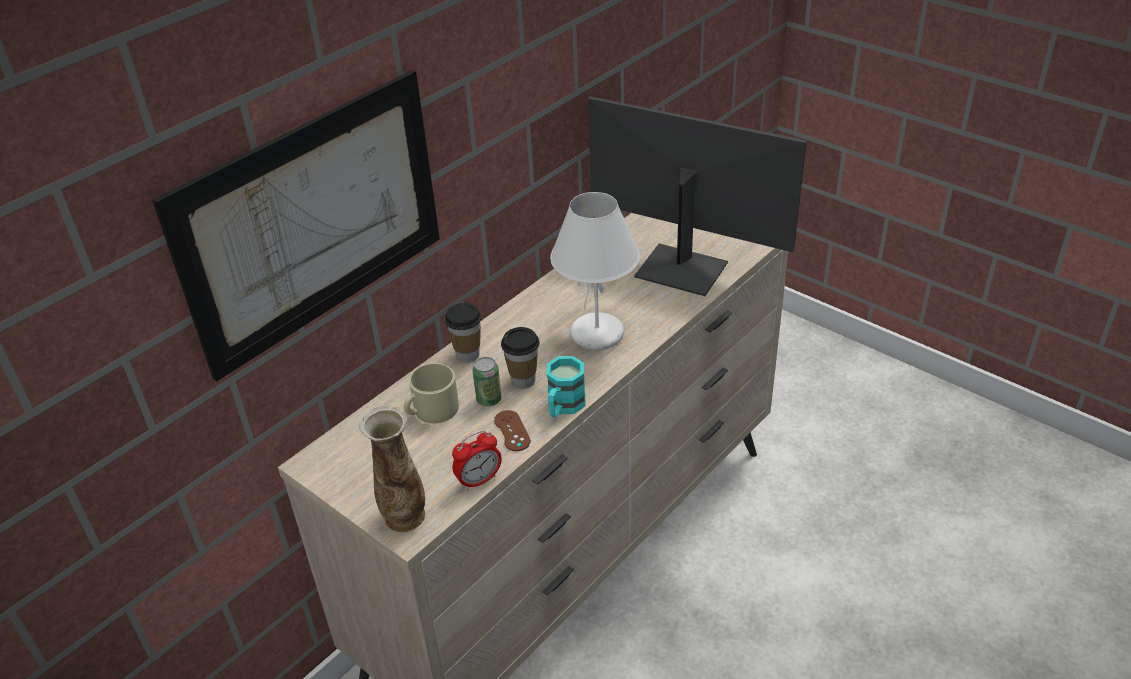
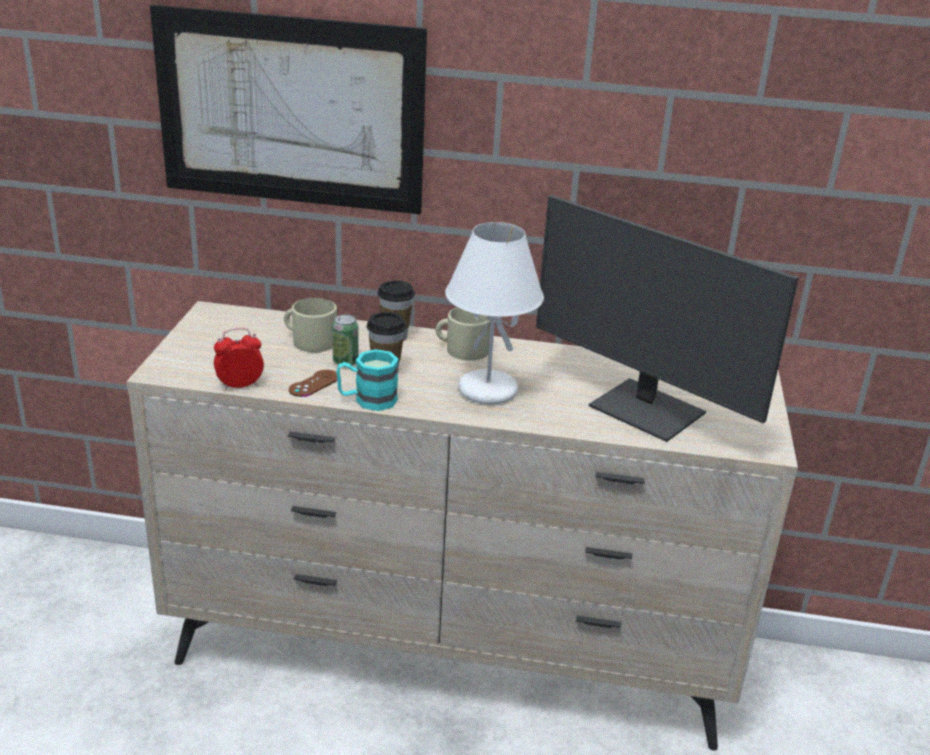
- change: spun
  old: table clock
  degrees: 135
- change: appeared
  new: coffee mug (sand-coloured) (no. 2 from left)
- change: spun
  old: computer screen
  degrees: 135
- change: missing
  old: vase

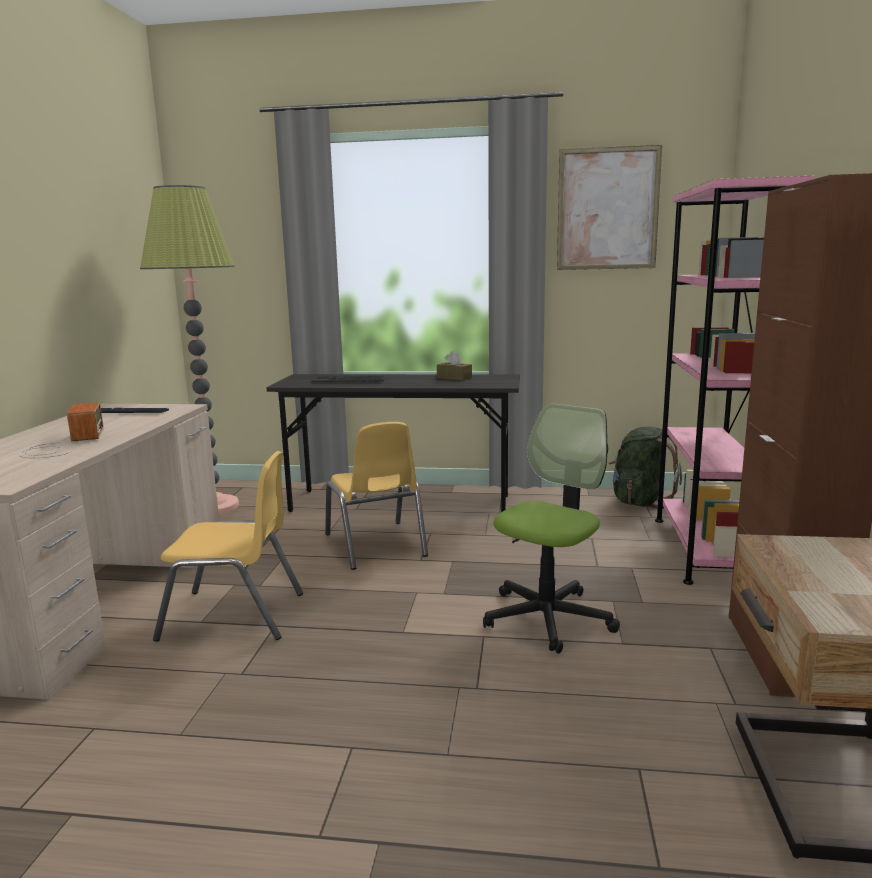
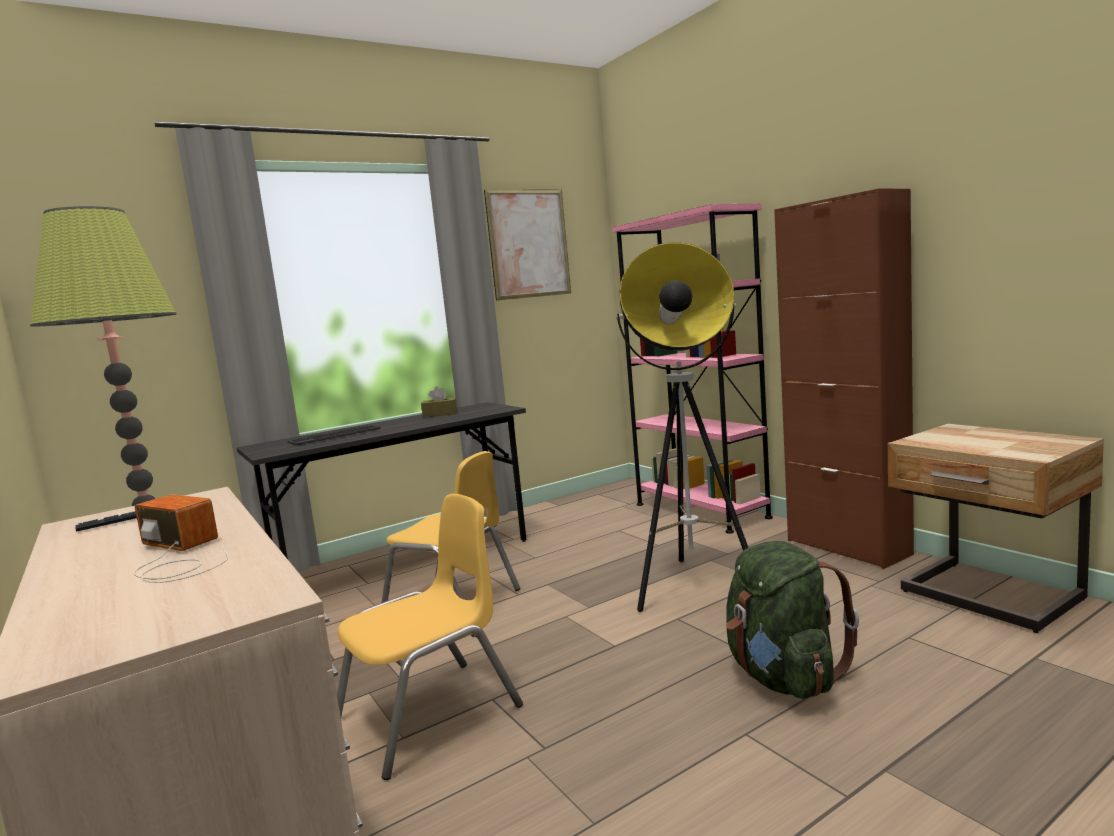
- change: exchanged
  old: office chair
  new: floor lamp (no. 2 from left)
- change: relocated
  old: backpack (greenish)

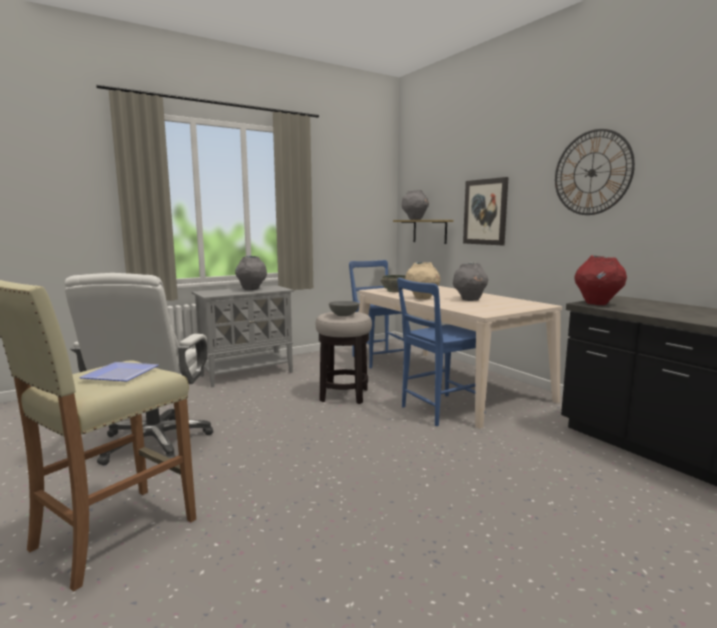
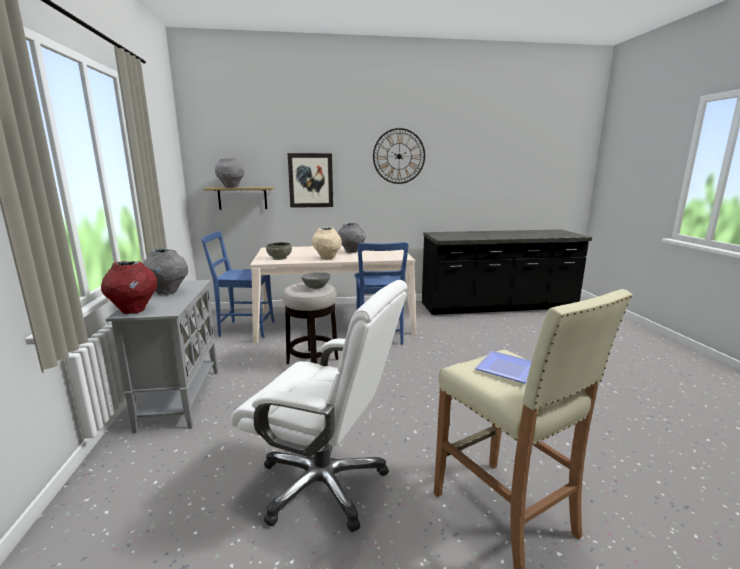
- change: relocated
  old: vase (reddish)

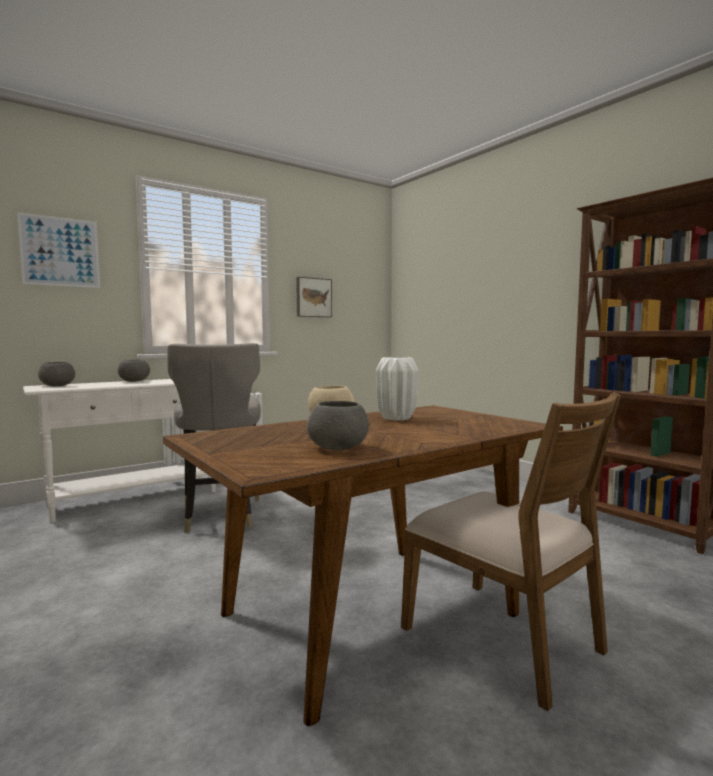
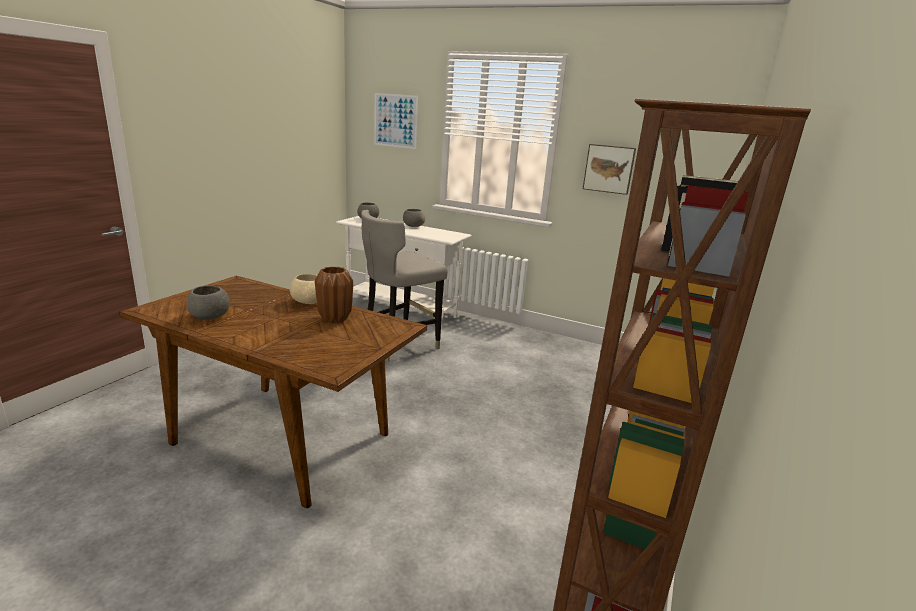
- change: colour
  old: vase (whitish)
  new: vase (brown)
- change: missing
  old: upright chair (brown)

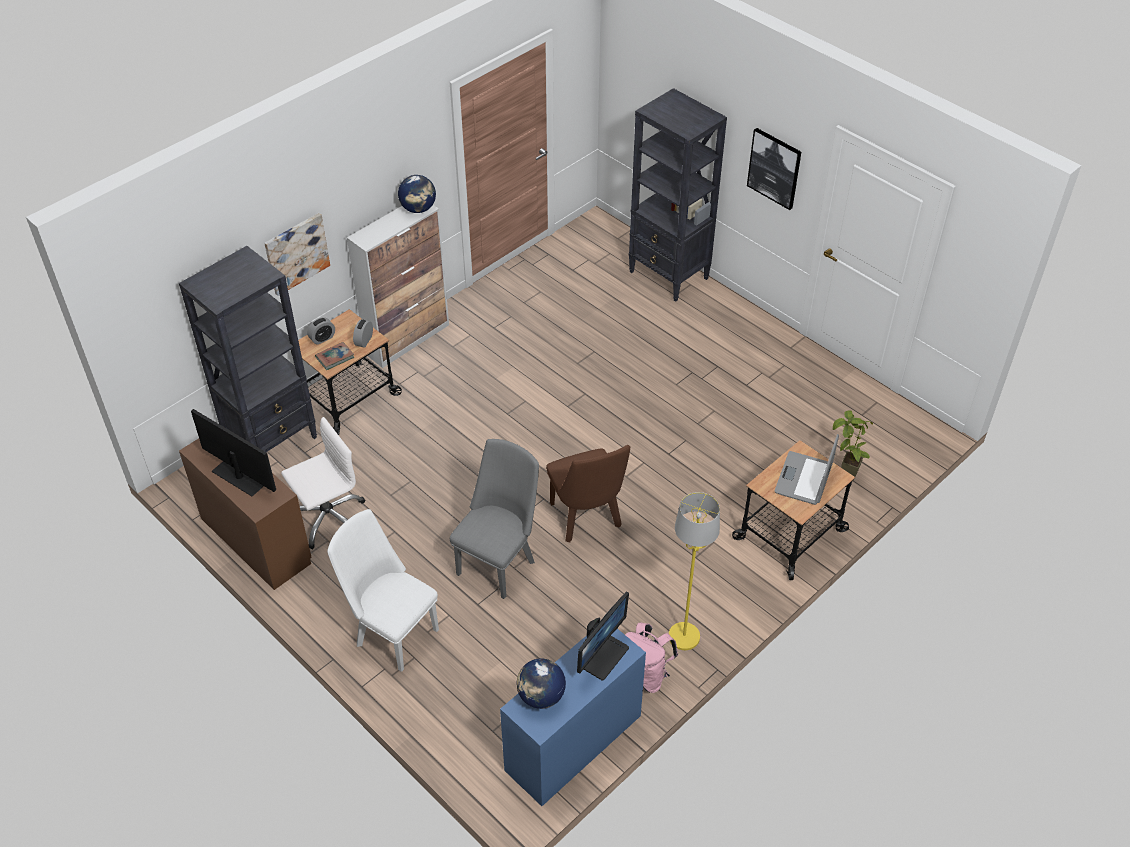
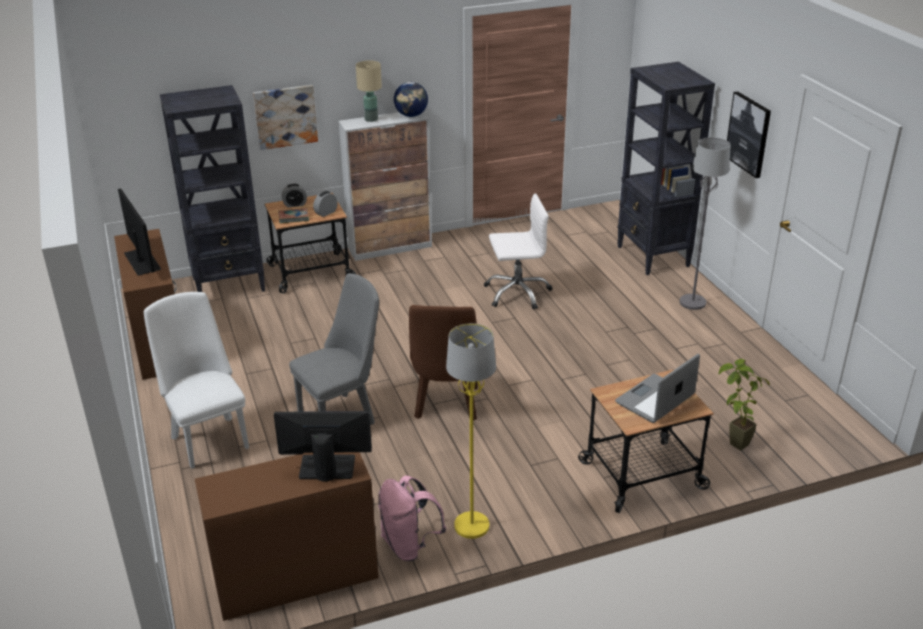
- change: colour
  old: desk table (blue-coloured)
  new: desk table (brown) (no. 2 from left)
- change: spun
  old: computer screen (no. 2 from left)
  degrees: -150
- change: appeared
  new: lamp for a table (sand-coloured)
- change: relocated
  old: office chair (whitish)
- change: appeared
  new: floor lamp (grey)
- change: missing
  old: globe (no. 2 from left)

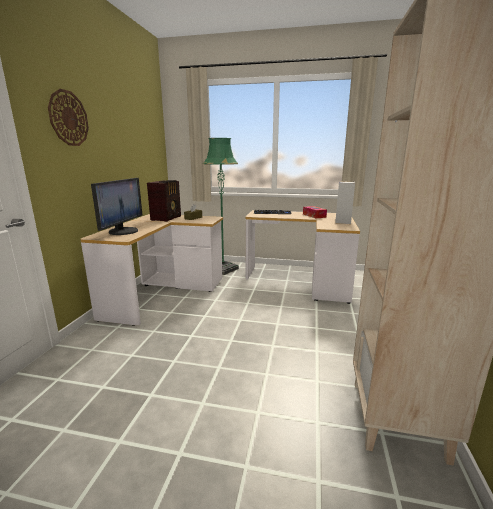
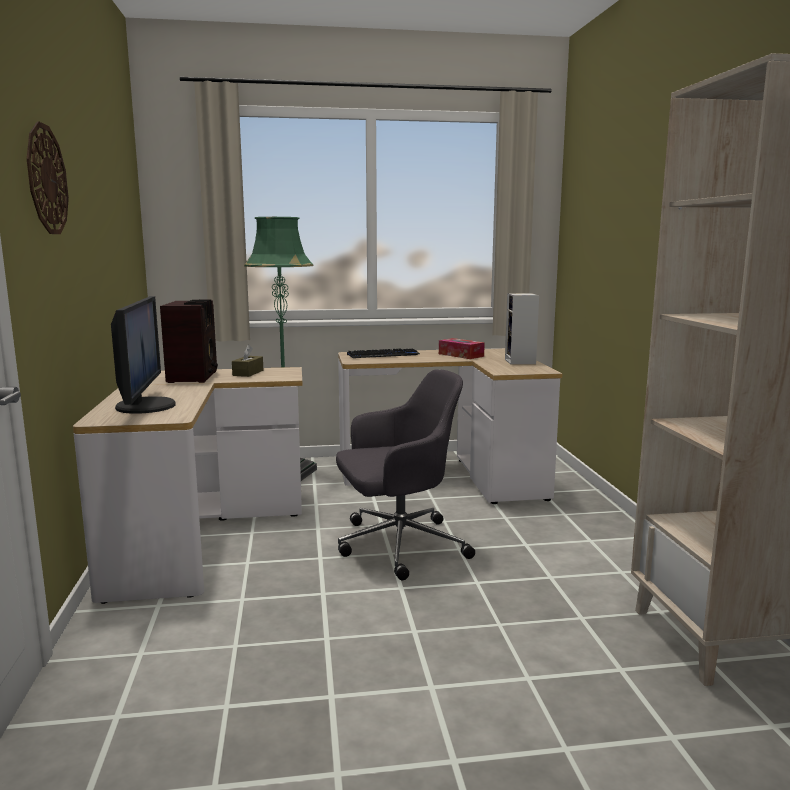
- change: appeared
  new: office chair (grey)

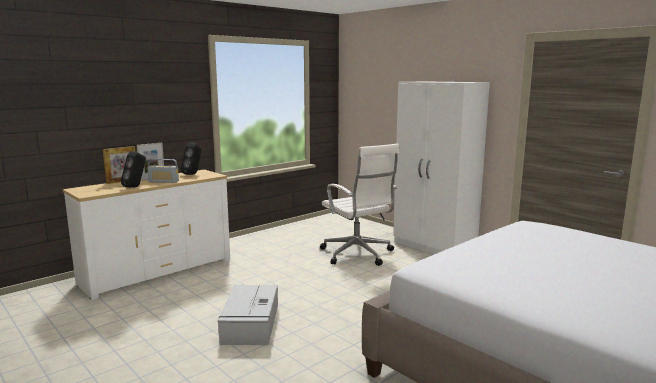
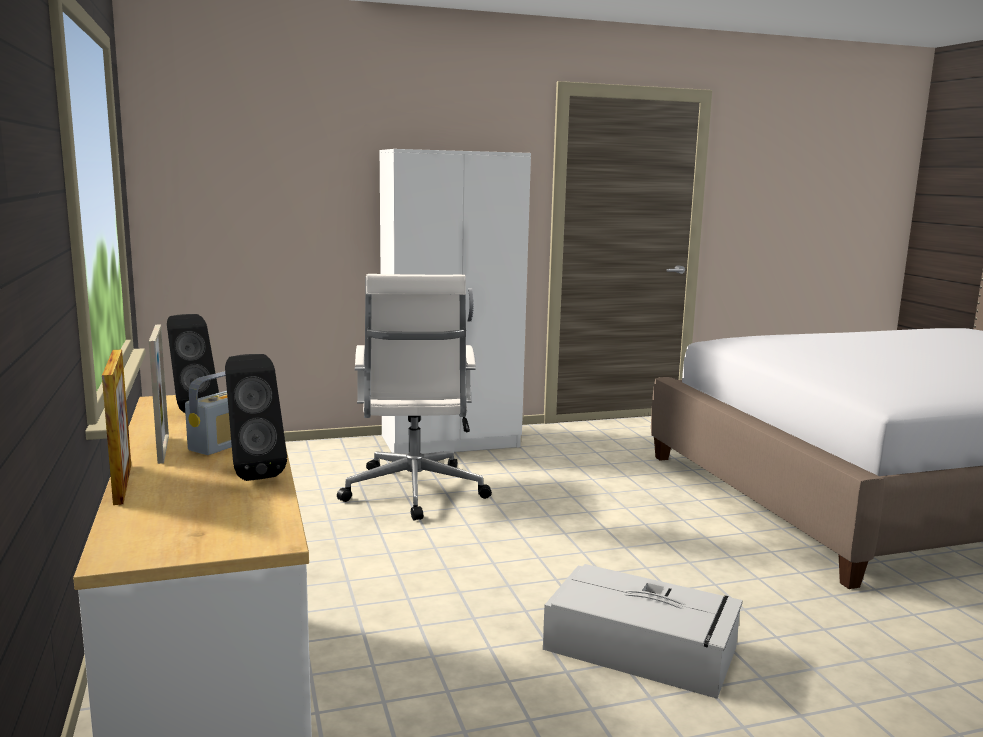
- change: spun
  old: office chair (whitish)
  degrees: 90

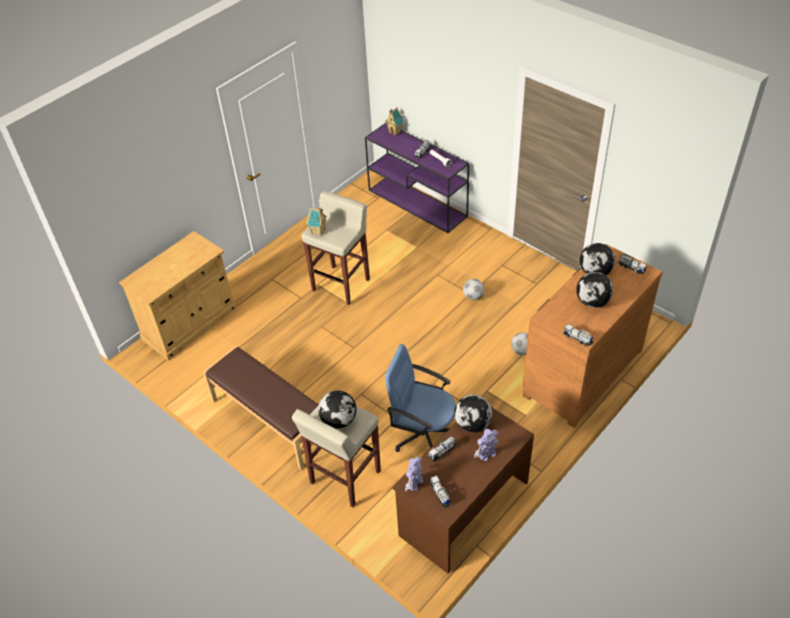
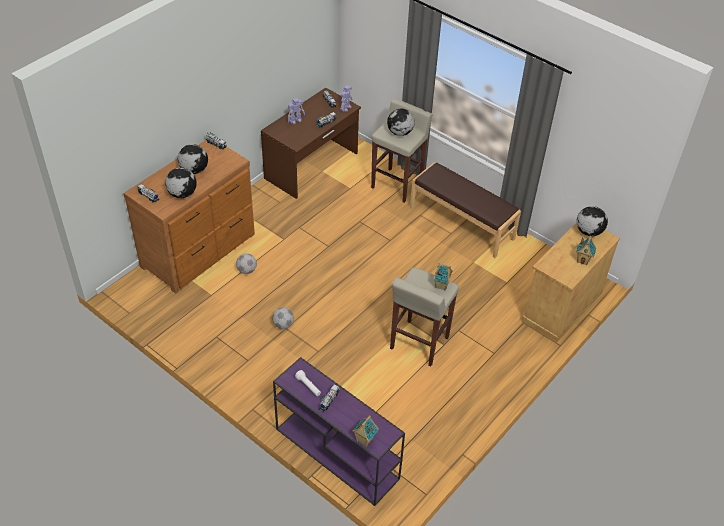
- change: relocated
  old: globe (no. 2 from left in the first image)
  new: globe (no. 4 from left)
- change: appeared
  new: toy house (no. 3 from left)
- change: missing
  old: office chair (blue-coloured)

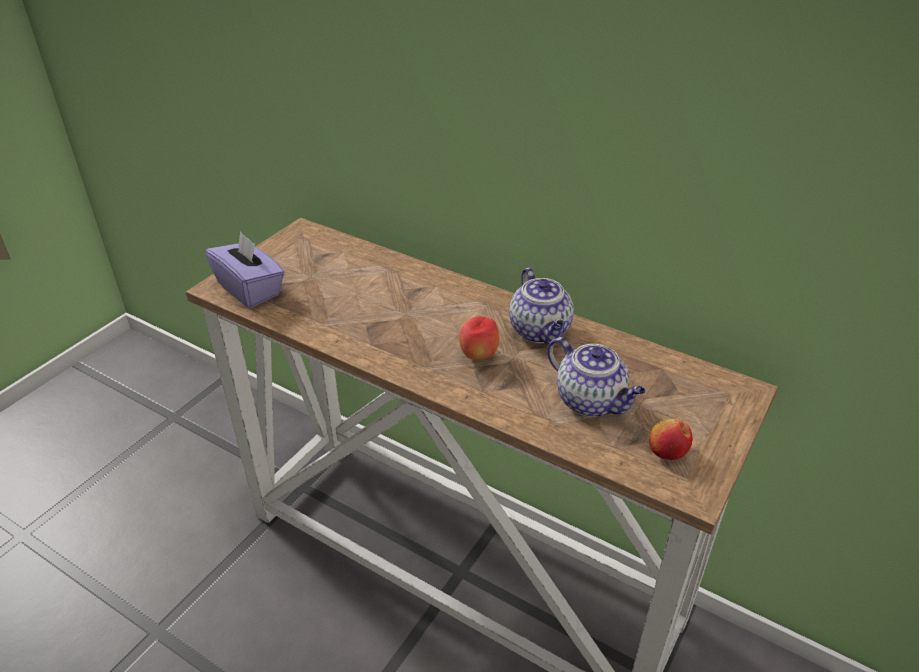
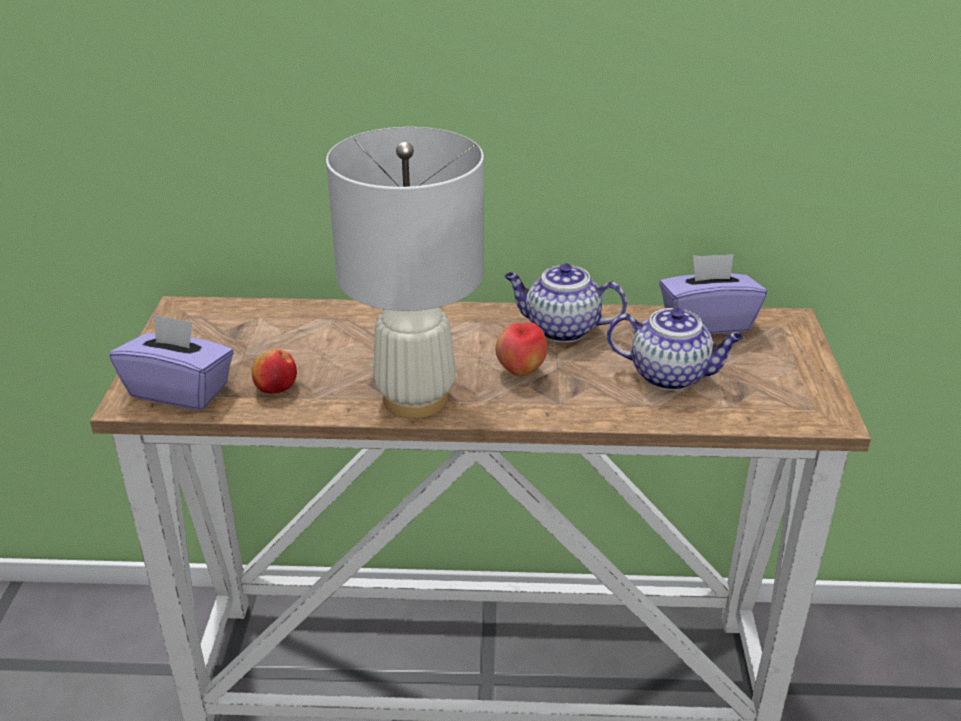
- change: relocated
  old: apple fruit (no. 2 from left in the first image)
  new: apple fruit (no. 1 from left)
- change: appeared
  new: lamp for a table (whitish)
- change: spun
  old: tea pot (no. 1 from left)
  degrees: 150
- change: appeared
  new: tissue box (purple) (no. 2 from left)

